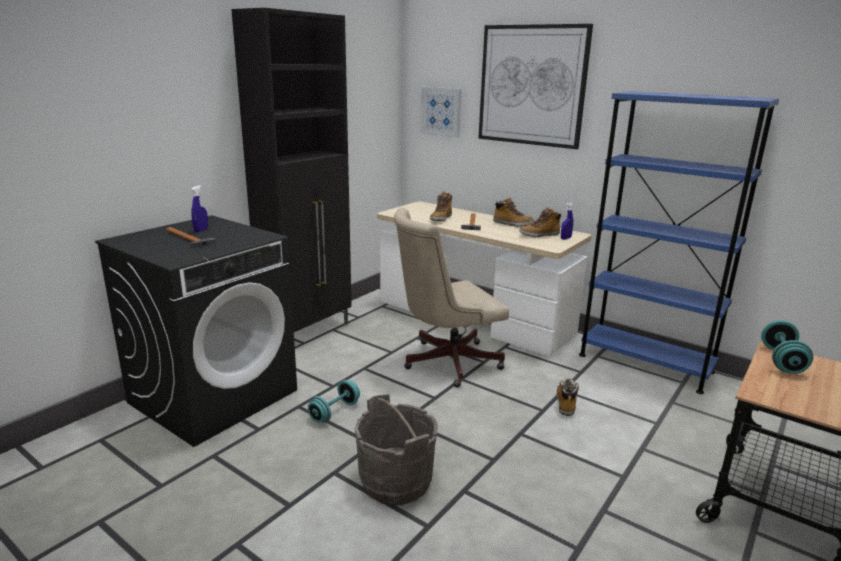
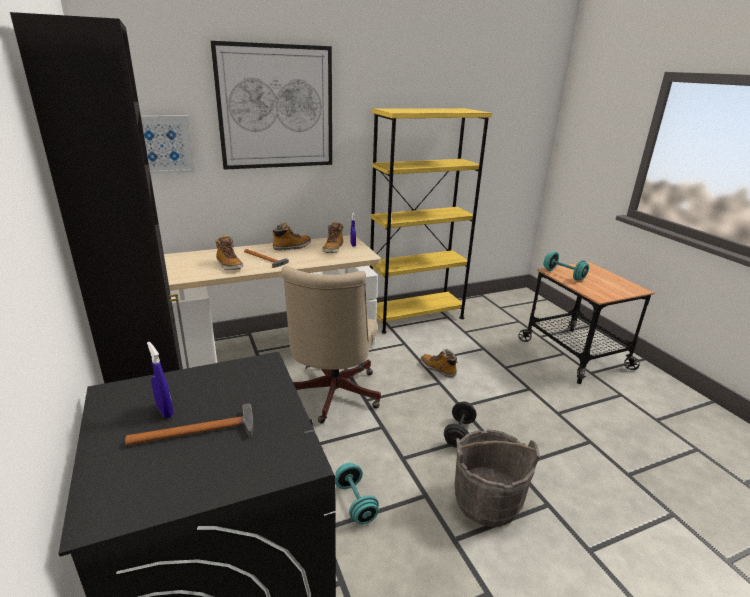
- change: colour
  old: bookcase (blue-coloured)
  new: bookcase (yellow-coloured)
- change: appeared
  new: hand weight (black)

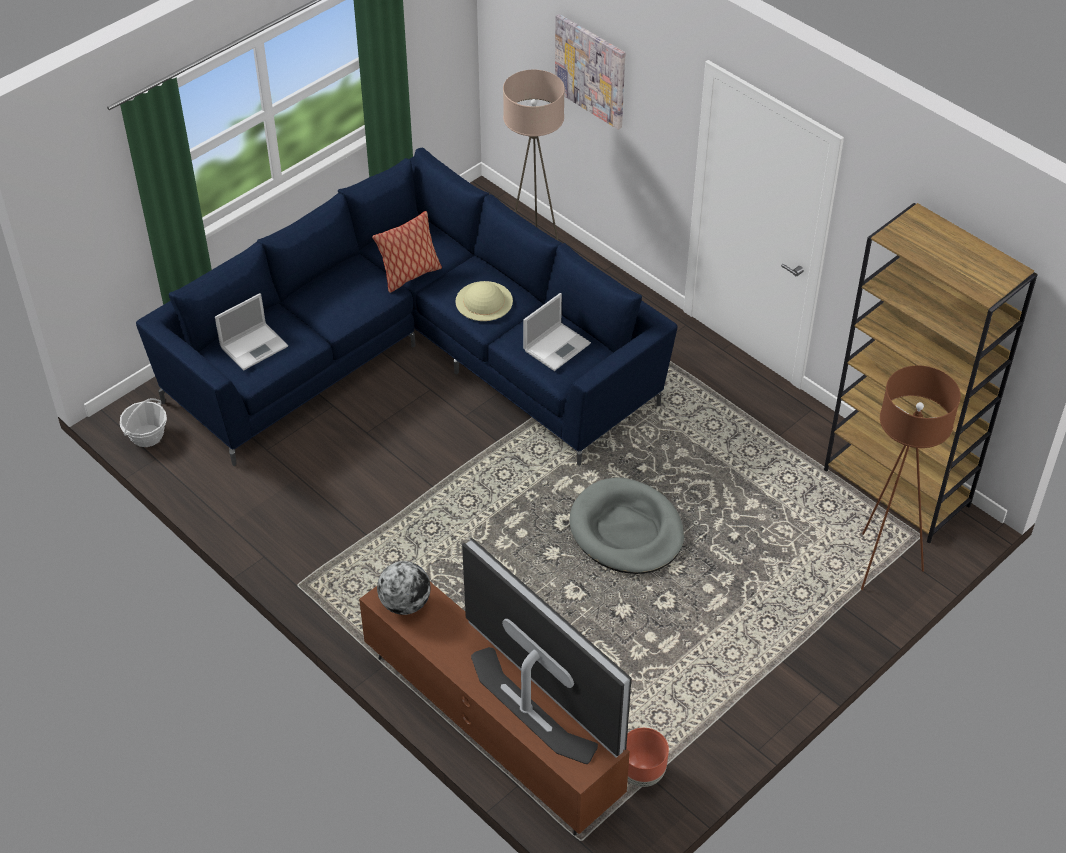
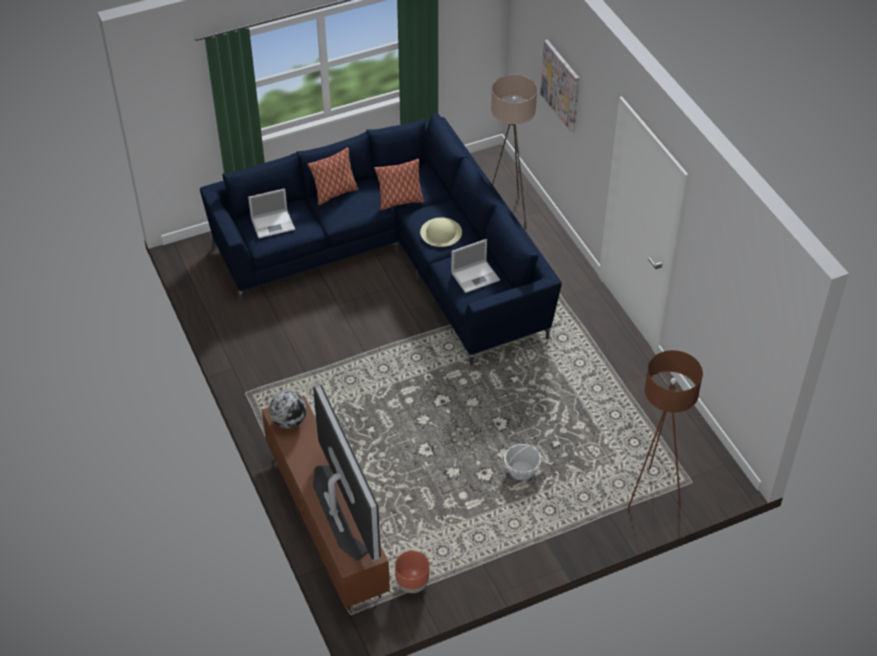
- change: appeared
  new: pillow (no. 1 from left)
- change: relocated
  old: storage basket
- change: missing
  old: dog cushion (grey)
- change: missing
  old: bookcase (brown)

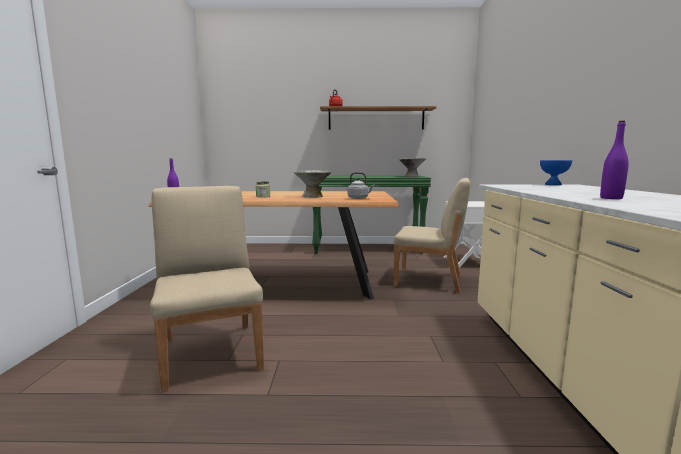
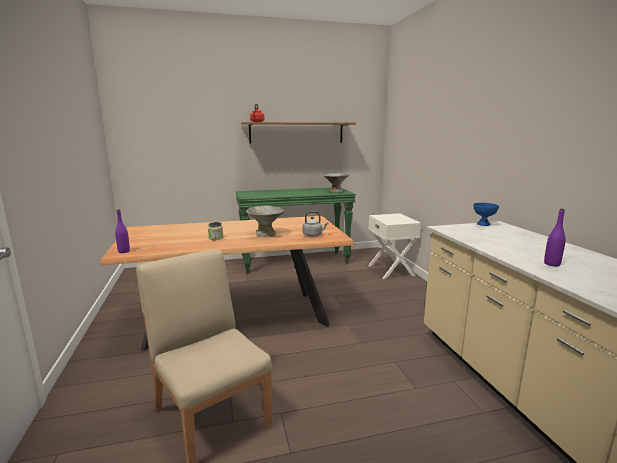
- change: missing
  old: upright chair (sand-coloured) (no. 2 from left)

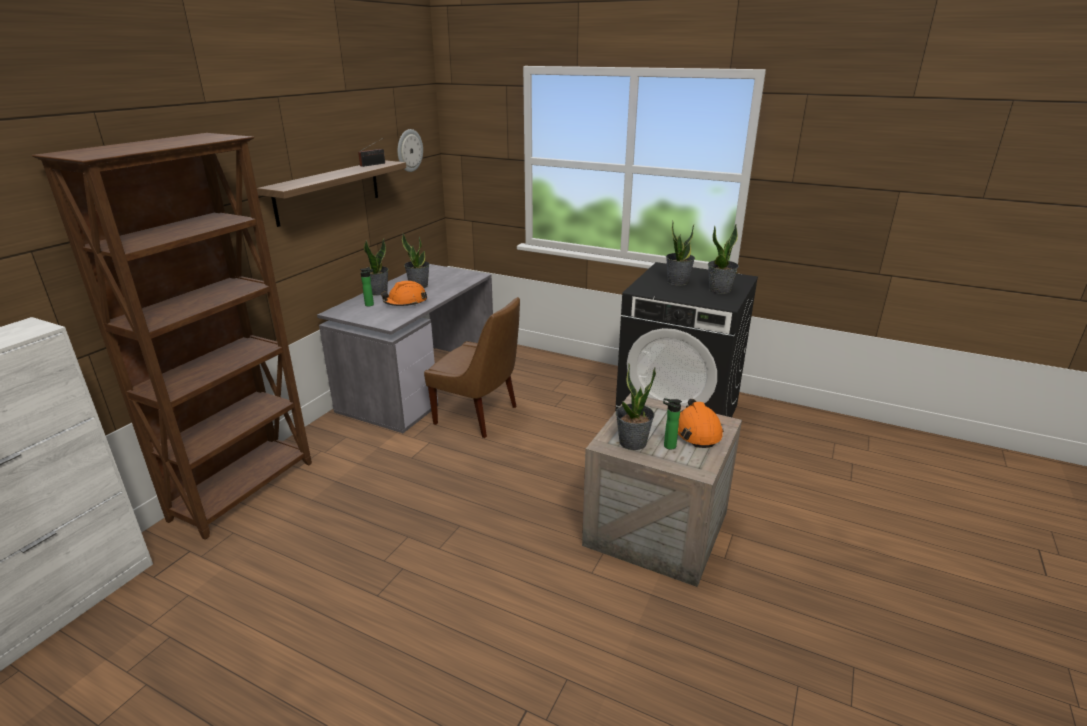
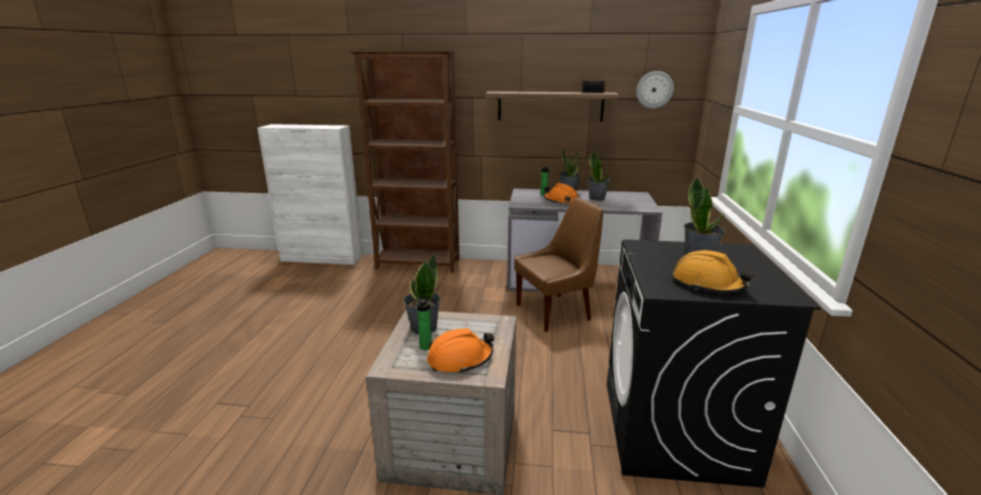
- change: spun
  old: upright chair (brown)
  degrees: -120
- change: exchanged
  old: houseplant (no. 5 from left)
  new: work helmet (orange) (no. 3 from left)

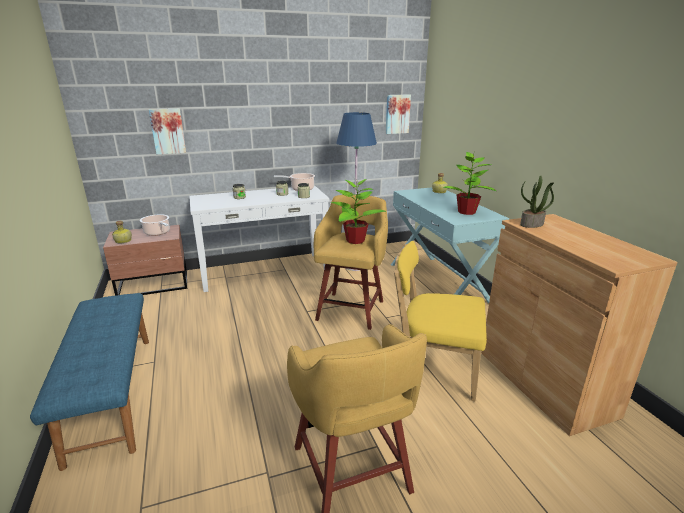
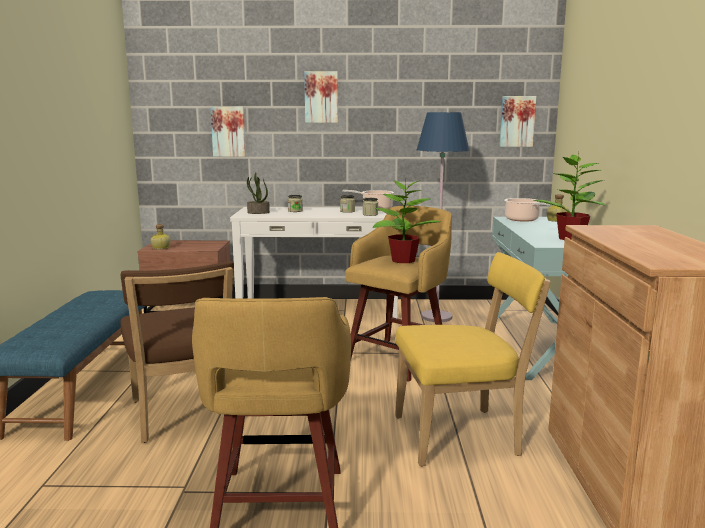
- change: appeared
  new: upright chair (brown)
- change: relocated
  old: houseplant (no. 3 from left in the first image)
  new: houseplant (no. 1 from left)
- change: appeared
  new: picture (no. 2 from left)
- change: spun
  old: upright chair (yellow-coloured)
  degrees: 135
- change: relocated
  old: cooking pot (no. 1 from left in the first image)
  new: cooking pot (no. 2 from left)

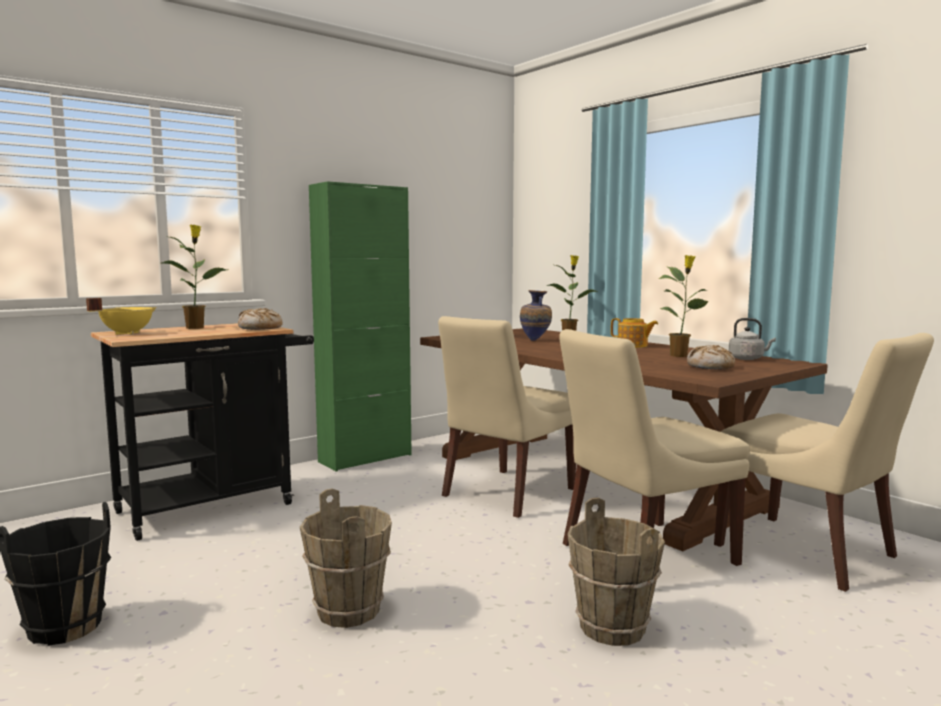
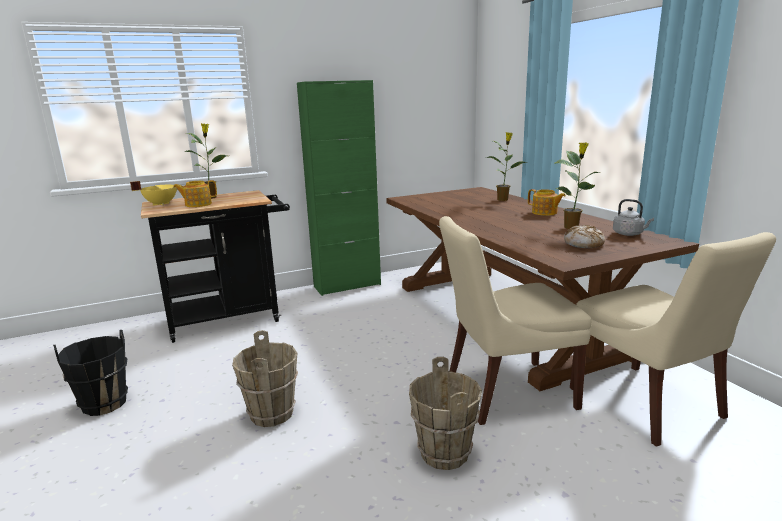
- change: appeared
  new: tea pot (no. 1 from left)
- change: missing
  old: bread (no. 1 from left)
- change: missing
  old: upright chair (sand-coloured) (no. 1 from left)
- change: missing
  old: vase

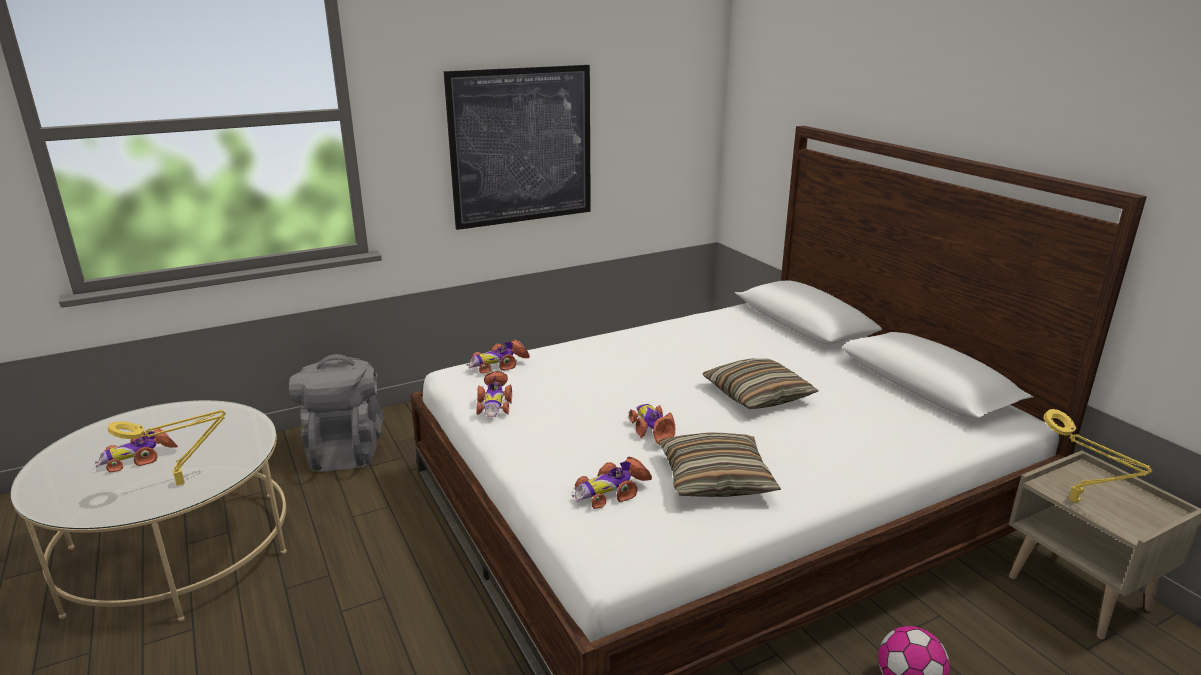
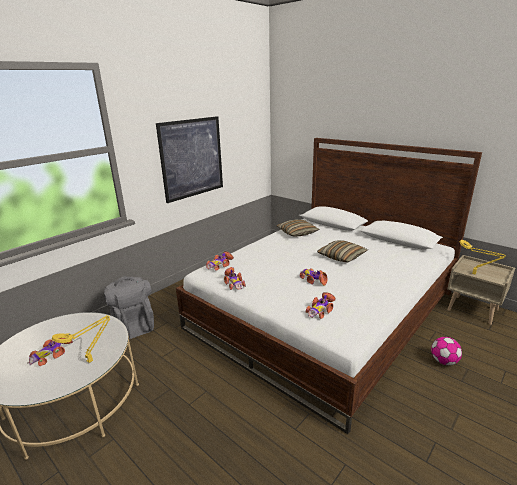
- change: relocated
  old: pillow (no. 1 from left)

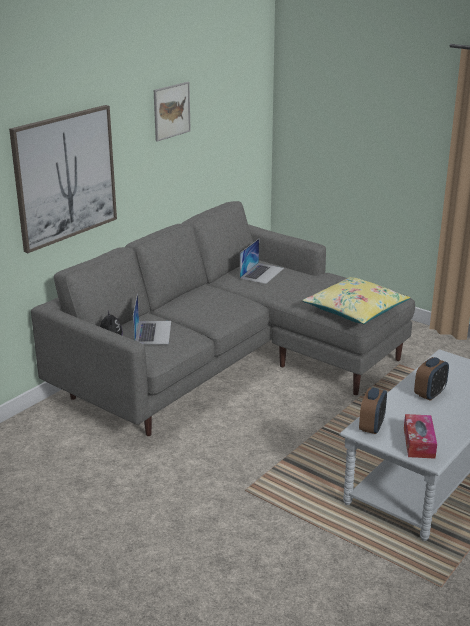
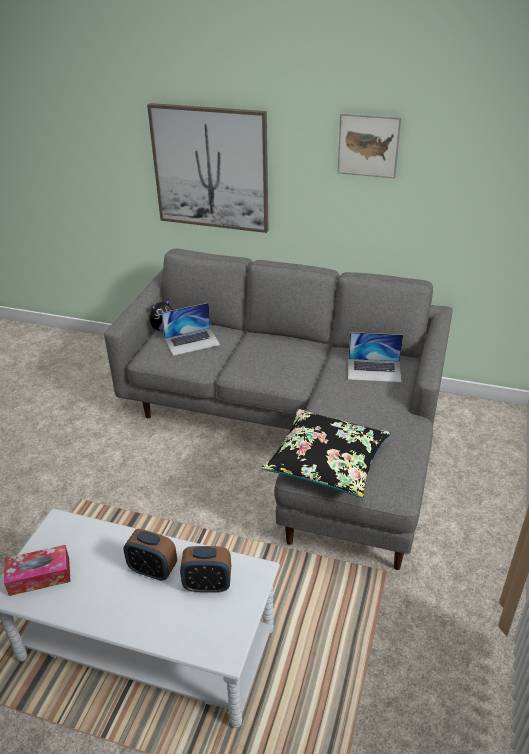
- change: relocated
  old: table clock (no. 1 from left in the first image)
  new: table clock (no. 2 from left)
- change: colour
  old: pillow (yellow-coloured)
  new: pillow (black)

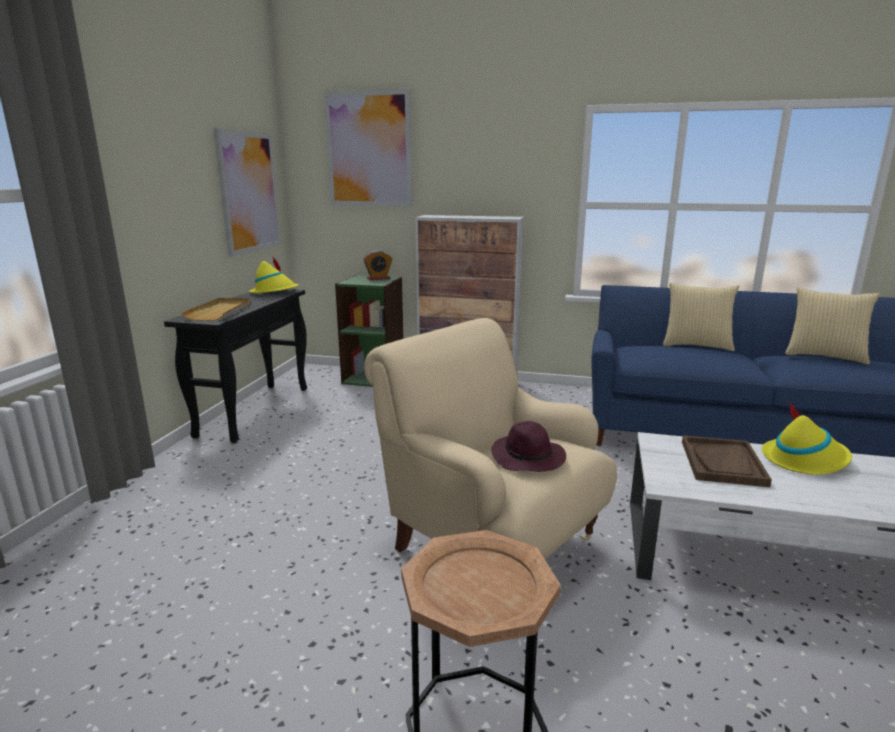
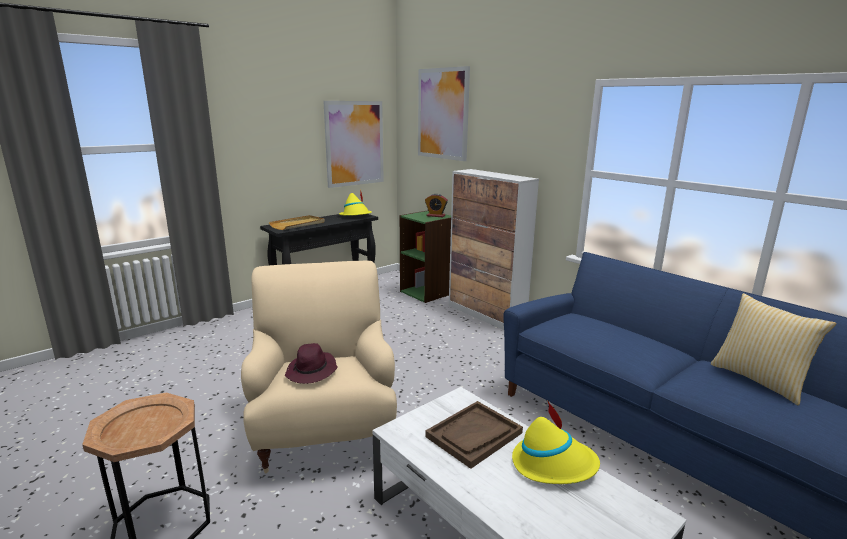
- change: missing
  old: pillow (no. 1 from left)

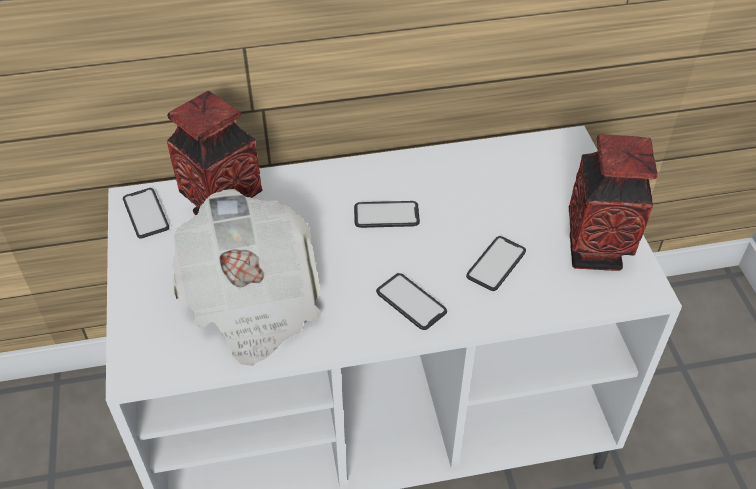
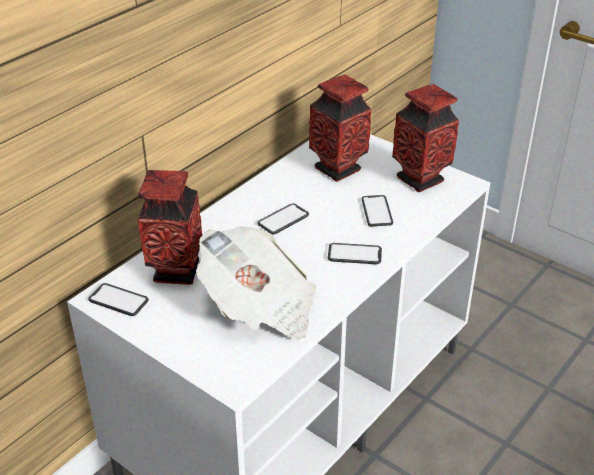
- change: appeared
  new: vase (no. 2 from left)

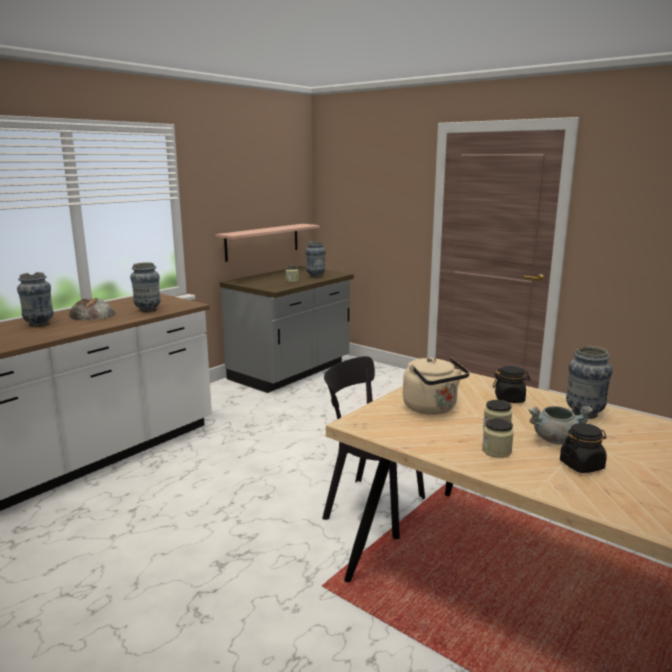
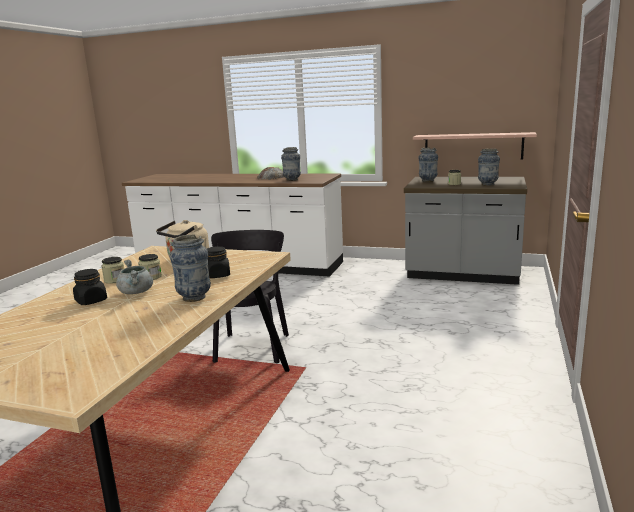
- change: relocated
  old: vase (no. 1 from left in the first image)
  new: vase (no. 3 from left)

